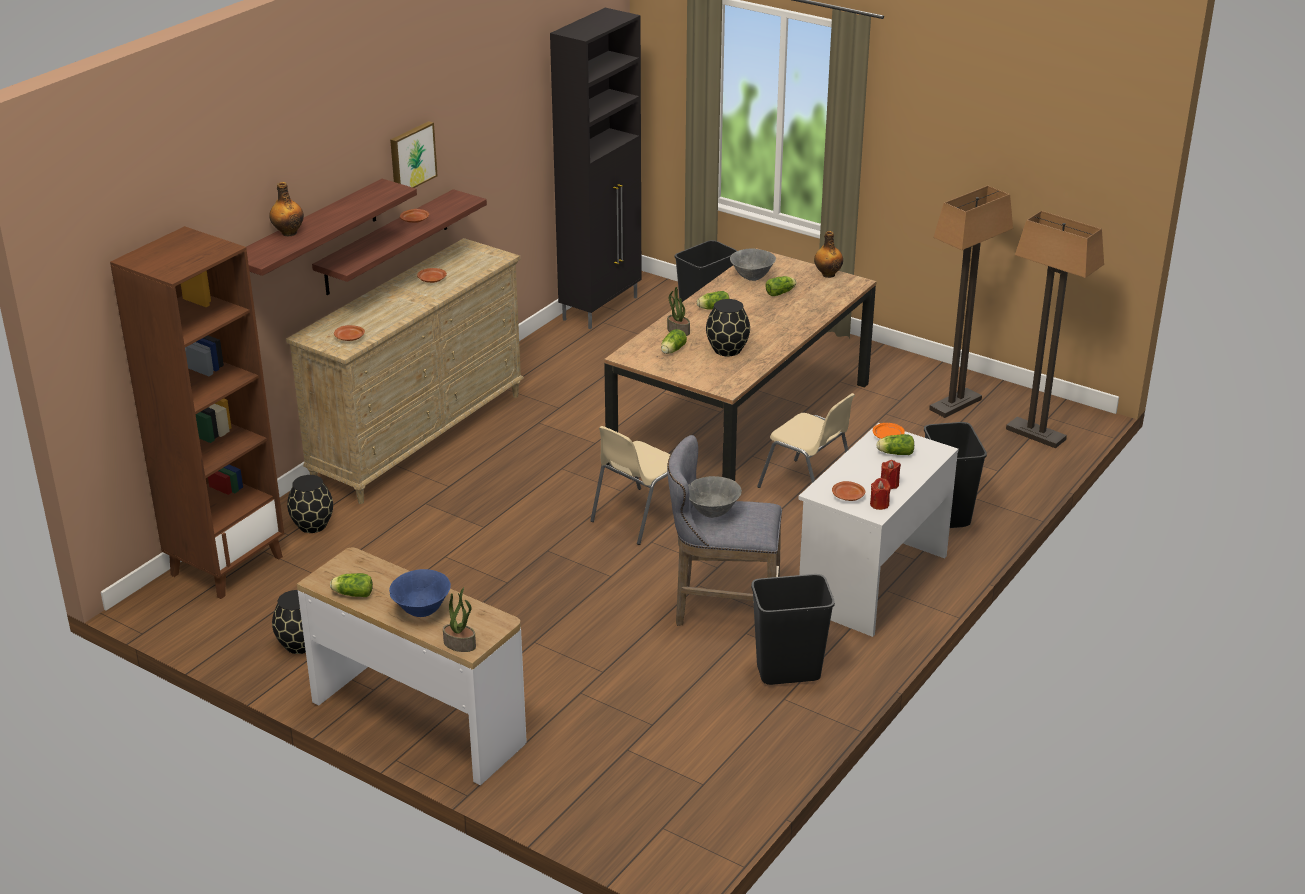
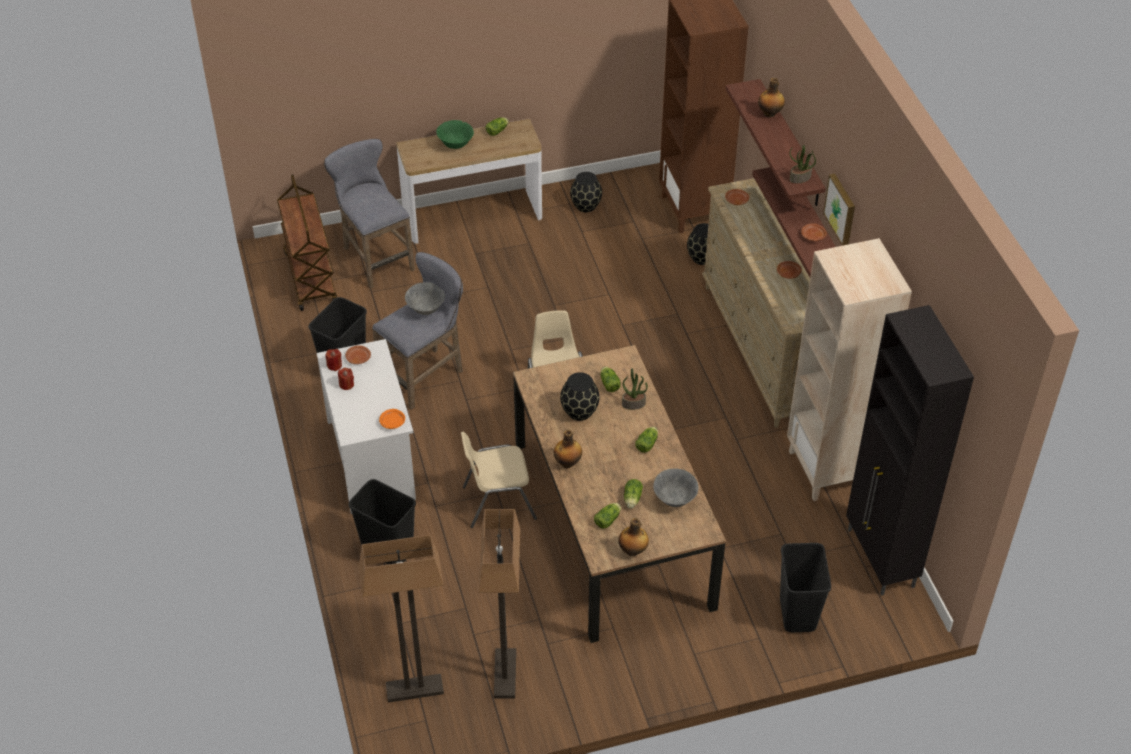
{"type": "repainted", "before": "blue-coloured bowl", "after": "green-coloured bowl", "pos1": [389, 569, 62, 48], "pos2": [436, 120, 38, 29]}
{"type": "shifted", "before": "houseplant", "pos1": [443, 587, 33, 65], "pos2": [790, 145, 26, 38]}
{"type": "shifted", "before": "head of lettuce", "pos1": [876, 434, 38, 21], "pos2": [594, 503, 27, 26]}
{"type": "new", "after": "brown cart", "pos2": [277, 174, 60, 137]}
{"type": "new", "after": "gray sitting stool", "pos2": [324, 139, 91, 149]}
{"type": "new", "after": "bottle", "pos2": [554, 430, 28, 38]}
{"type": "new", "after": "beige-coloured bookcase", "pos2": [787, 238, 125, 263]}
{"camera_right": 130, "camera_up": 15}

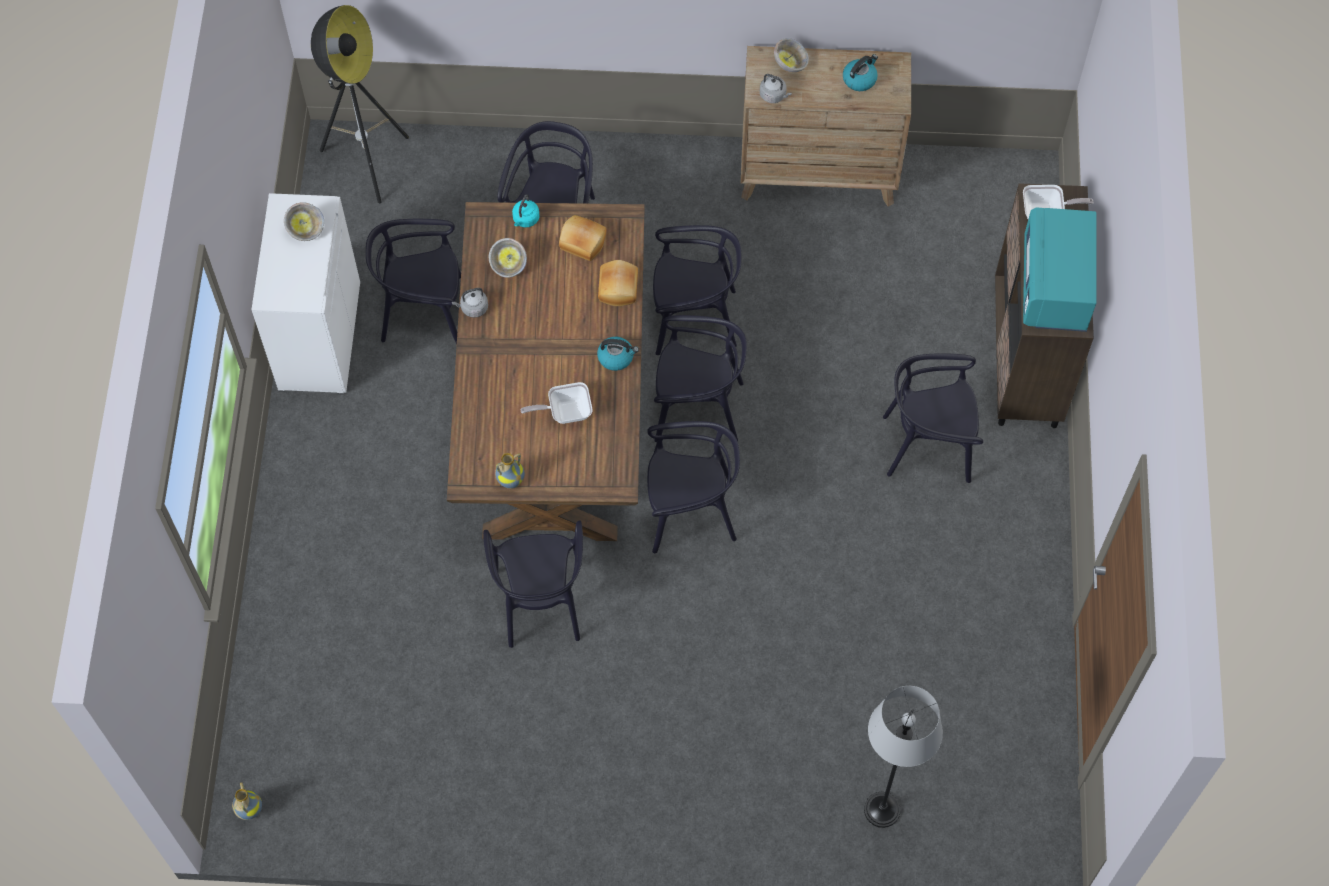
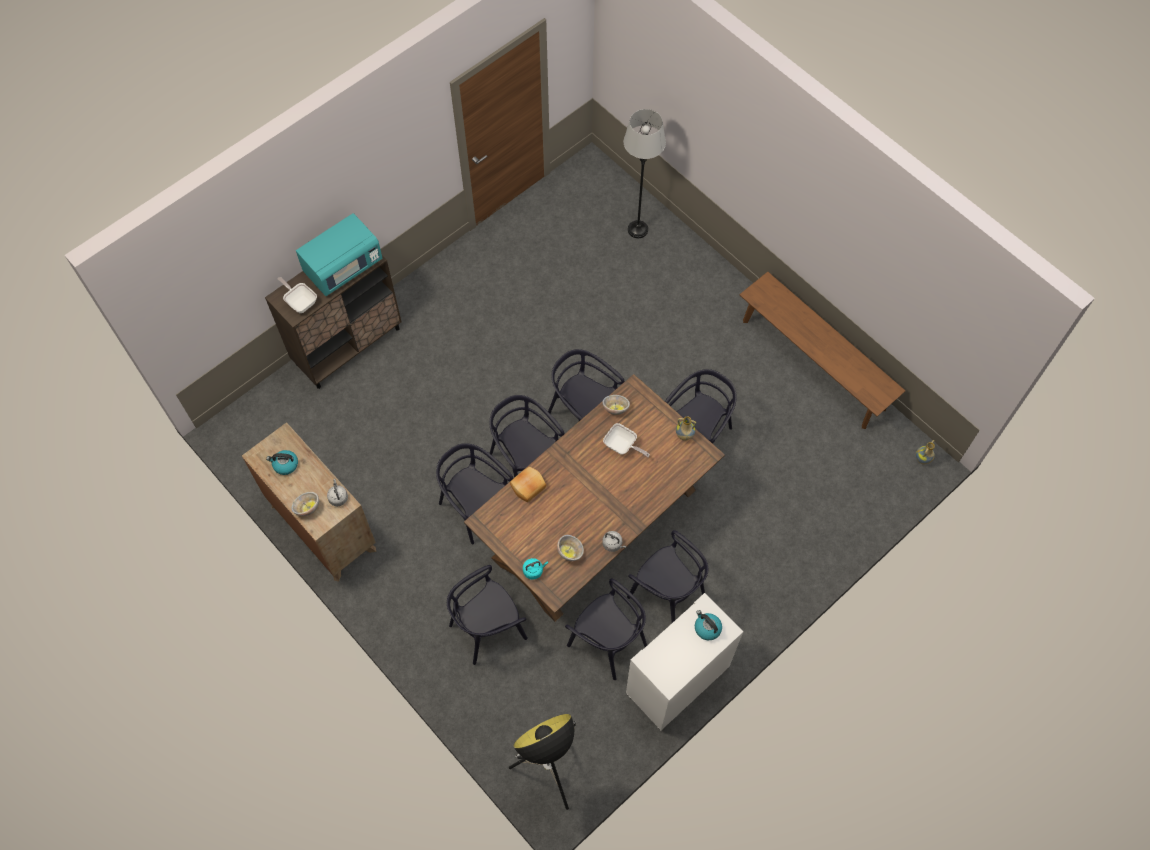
{"type": "shifted", "before": "bowl", "pos1": [284, 202, 40, 39], "pos2": [602, 395, 28, 20]}
{"type": "gone", "before": "baked bread", "pos1": [559, 215, 48, 46]}
{"type": "shifted", "before": "tea kettle", "pos1": [597, 337, 42, 34], "pos2": [695, 610, 27, 30]}
{"type": "shifted", "before": "black-coloured chair", "pos1": [883, 353, 100, 130], "pos2": [627, 530, 81, 93]}
{"type": "new", "after": "brown indoor bench", "pos2": [739, 272, 166, 157]}
{"camera_right": -135, "camera_up": 0}

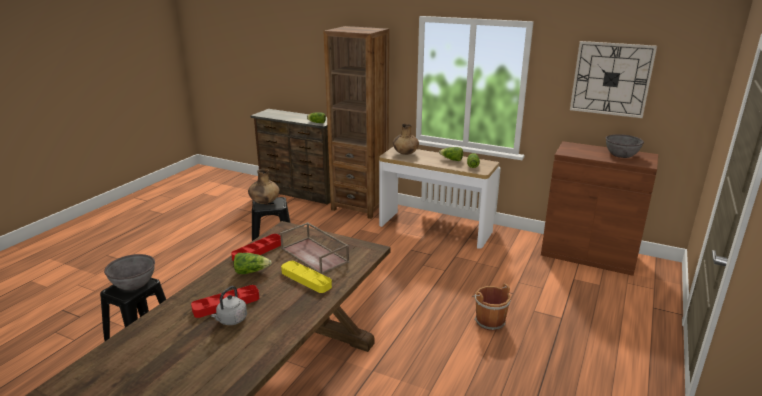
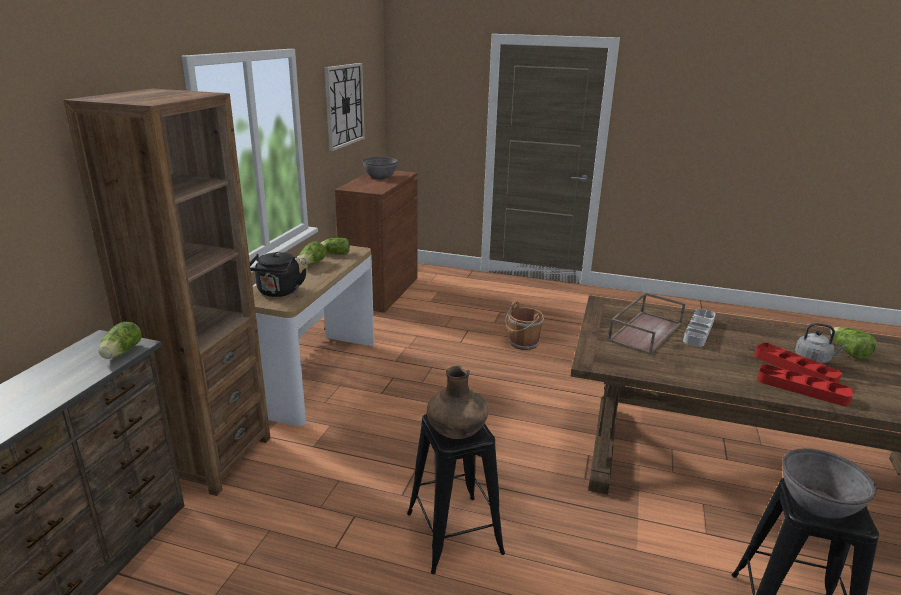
{"type": "shifted", "before": "red tray", "pos1": [231, 234, 50, 27], "pos2": [757, 364, 96, 42]}
{"type": "shifted", "before": "head of lettuce", "pos1": [234, 253, 38, 21], "pos2": [830, 327, 47, 32]}
{"type": "repainted", "before": "yellow-coloured tray", "after": "gray tray", "pos1": [281, 261, 51, 32], "pos2": [683, 309, 32, 38]}
{"type": "swapped", "before": "brown flower vase", "after": "black-coloured tea kettle", "pos1": [393, 124, 26, 31], "pos2": [250, 252, 57, 45]}
{"camera_right": -100, "camera_up": 0}

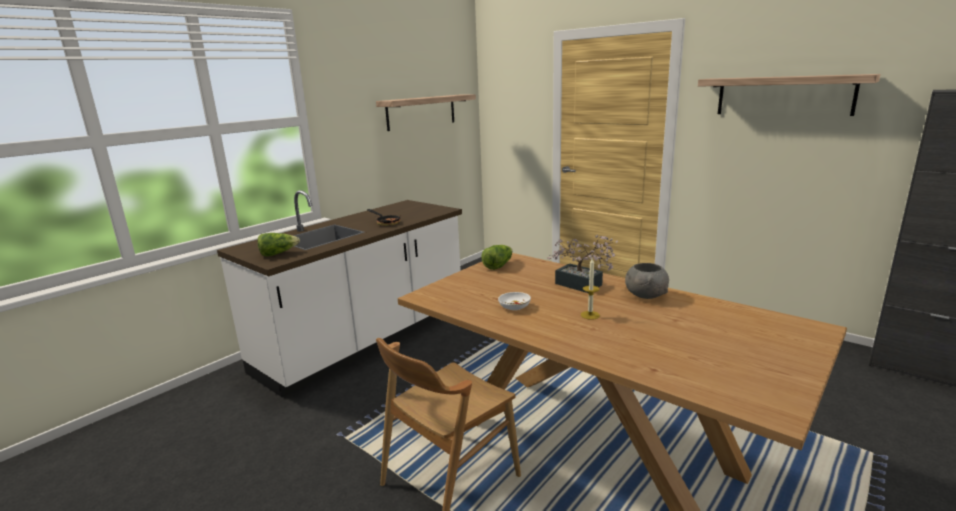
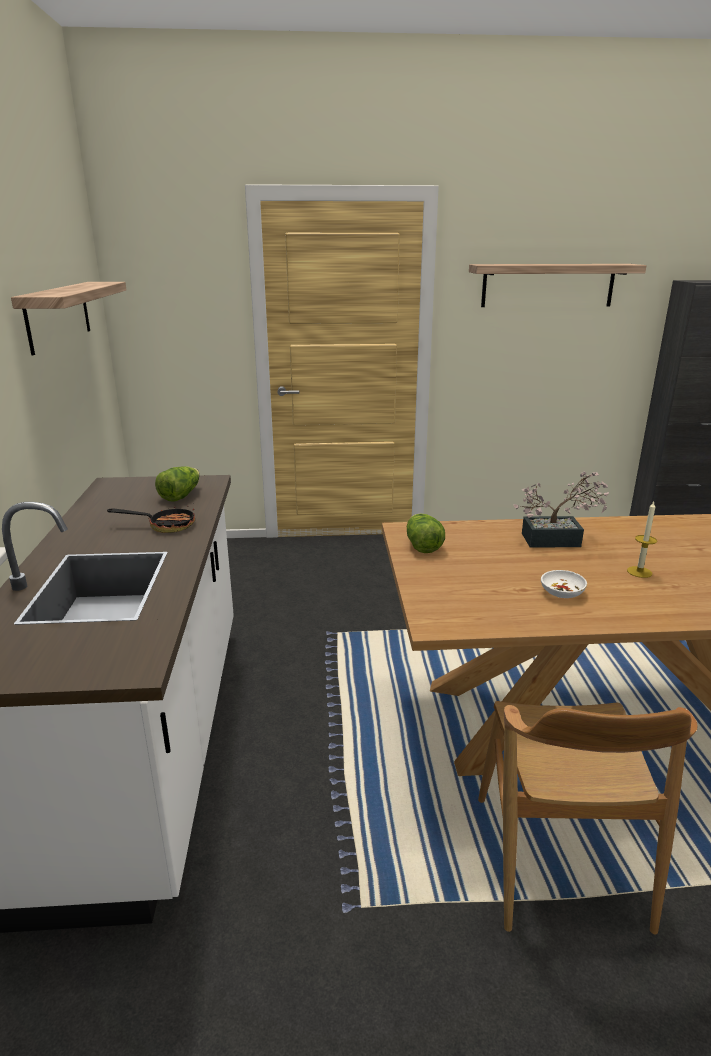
{"type": "shifted", "before": "head of lettuce", "pos1": [257, 233, 43, 24], "pos2": [155, 466, 45, 36]}
{"type": "gone", "before": "gray bowl", "pos1": [625, 263, 44, 36]}
{"camera_right": -45, "camera_up": 5}

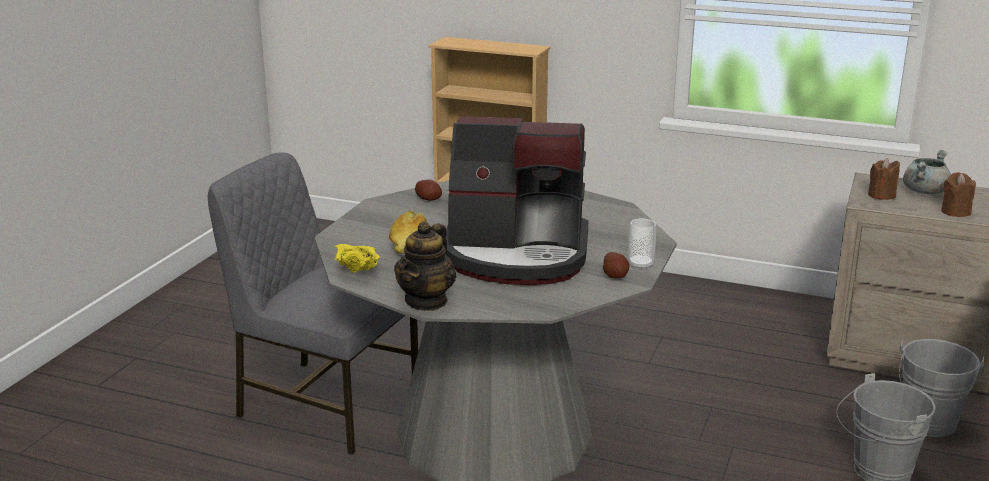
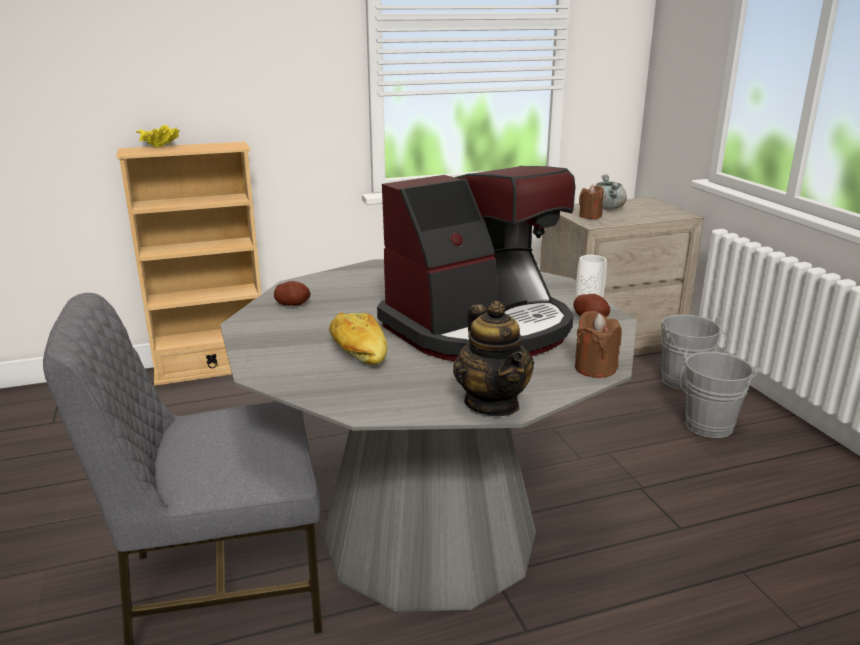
{"type": "shifted", "before": "yellow-coloured bowl", "pos1": [335, 244, 45, 29], "pos2": [136, 125, 44, 23]}
{"type": "shifted", "before": "brown wax candle", "pos1": [941, 172, 35, 45], "pos2": [575, 311, 47, 67]}
{"camera_right": -40, "camera_up": 0}

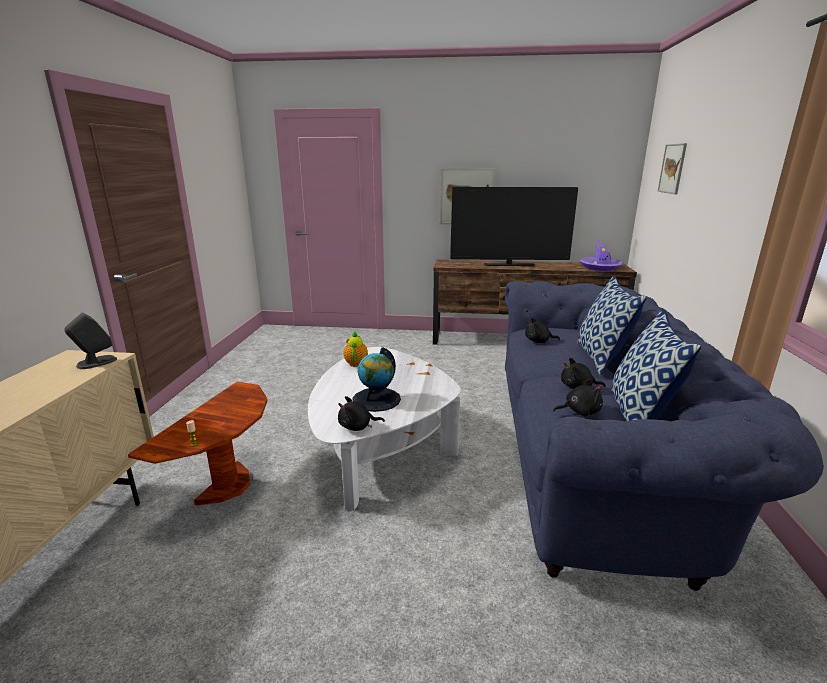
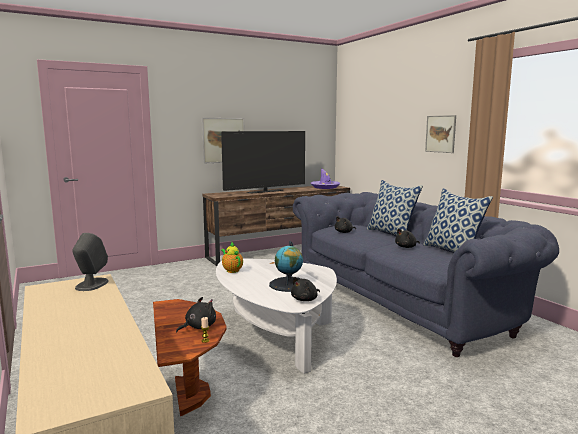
{"type": "shifted", "before": "black-coloured soft toy", "pos1": [553, 379, 50, 37], "pos2": [176, 297, 40, 36]}
{"type": "shifted", "before": "picture", "pos1": [658, 143, 29, 52], "pos2": [425, 115, 31, 38]}
{"camera_right": -35, "camera_up": -10}

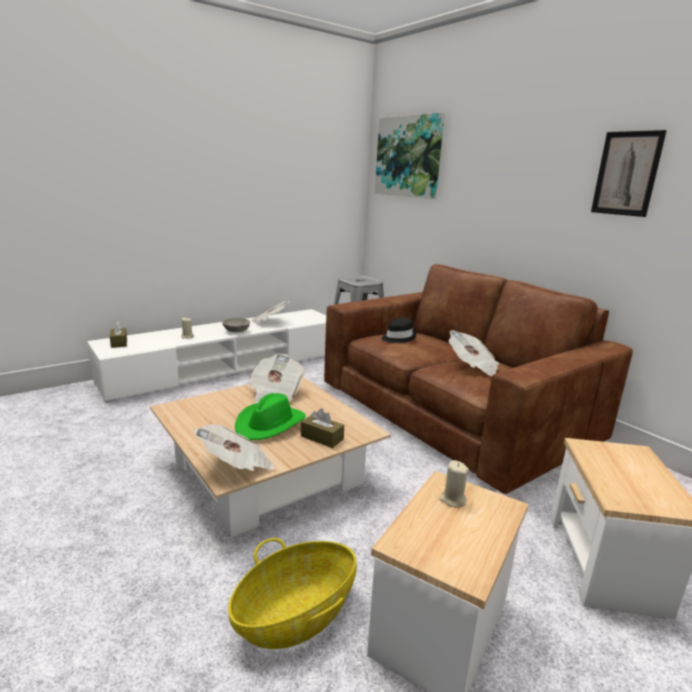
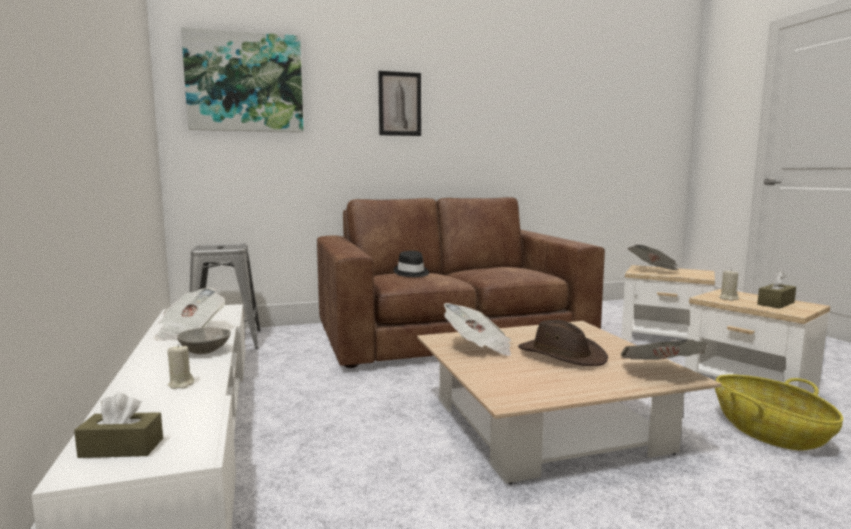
{"type": "repainted", "before": "green-coloured hat", "after": "brown hat", "pos1": [235, 393, 71, 47], "pos2": [518, 320, 90, 46]}
{"type": "shifted", "before": "brown tissue box", "pos1": [301, 409, 43, 39], "pos2": [757, 271, 39, 37]}
{"type": "shifted", "before": "daily paper", "pos1": [448, 330, 51, 46], "pos2": [628, 245, 50, 25]}
{"type": "shifted", "before": "picture", "pos1": [591, 130, 76, 87], "pos2": [378, 71, 43, 65]}
{"camera_right": -70, "camera_up": -10}

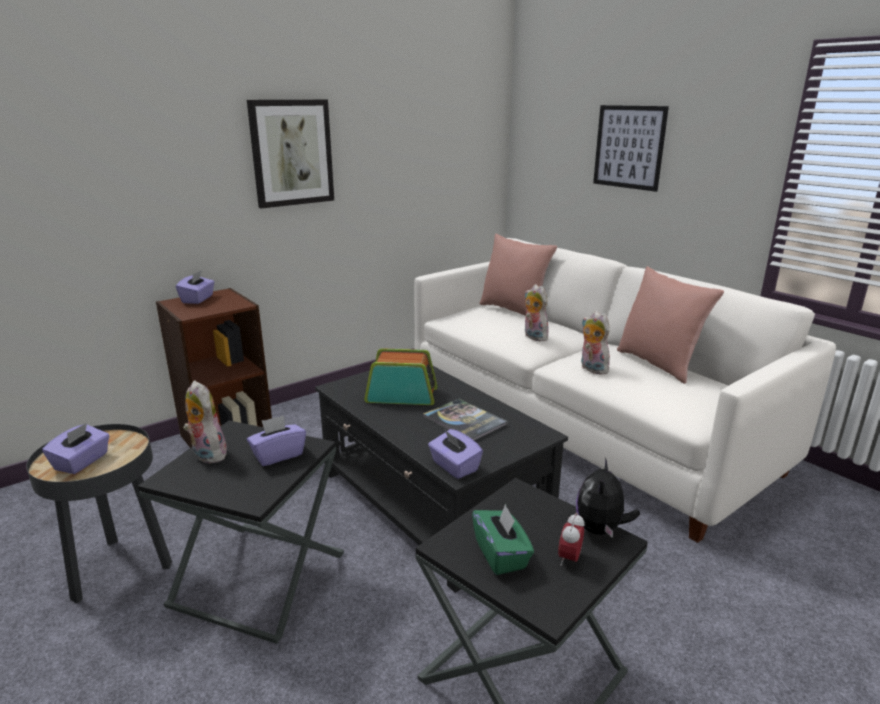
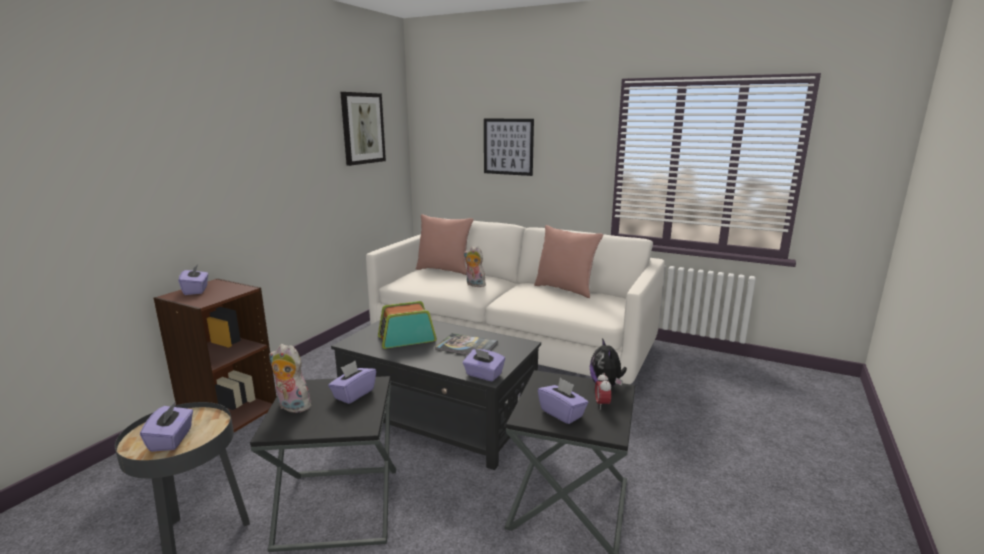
{"type": "shifted", "before": "picture", "pos1": [247, 100, 87, 108], "pos2": [340, 92, 46, 74]}
{"type": "repainted", "before": "green-coloured tissue box", "after": "purple-coloured tissue box", "pos1": [472, 503, 62, 72], "pos2": [538, 378, 51, 46]}
{"type": "gone", "before": "soft toy", "pos1": [581, 311, 29, 64]}
{"camera_right": -25, "camera_up": -5}

